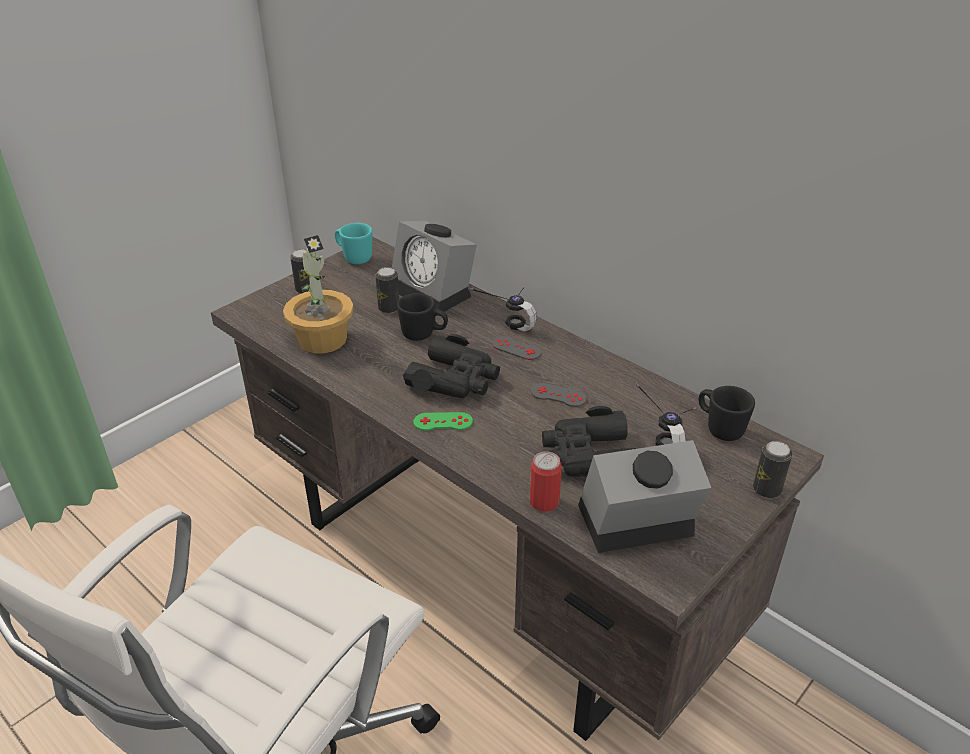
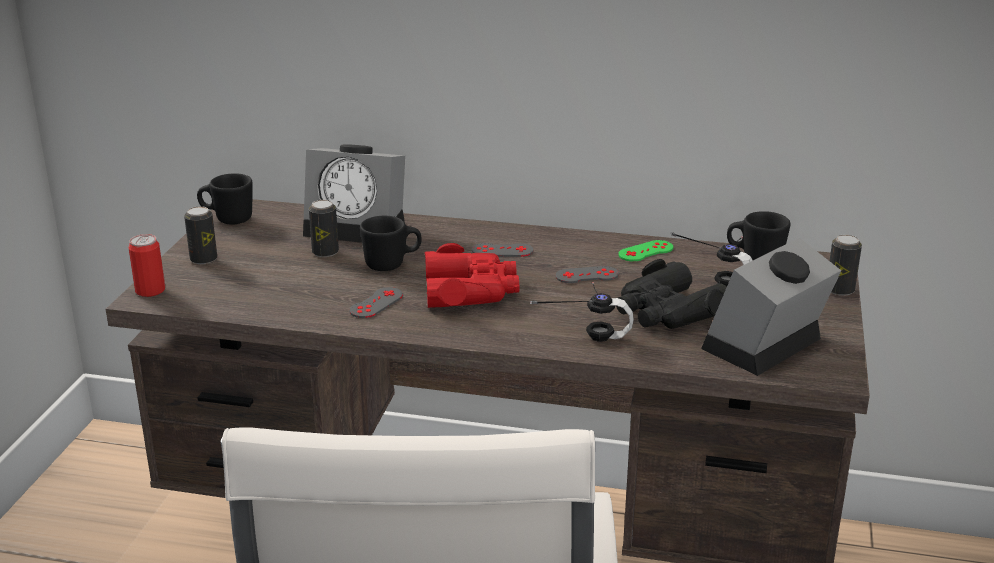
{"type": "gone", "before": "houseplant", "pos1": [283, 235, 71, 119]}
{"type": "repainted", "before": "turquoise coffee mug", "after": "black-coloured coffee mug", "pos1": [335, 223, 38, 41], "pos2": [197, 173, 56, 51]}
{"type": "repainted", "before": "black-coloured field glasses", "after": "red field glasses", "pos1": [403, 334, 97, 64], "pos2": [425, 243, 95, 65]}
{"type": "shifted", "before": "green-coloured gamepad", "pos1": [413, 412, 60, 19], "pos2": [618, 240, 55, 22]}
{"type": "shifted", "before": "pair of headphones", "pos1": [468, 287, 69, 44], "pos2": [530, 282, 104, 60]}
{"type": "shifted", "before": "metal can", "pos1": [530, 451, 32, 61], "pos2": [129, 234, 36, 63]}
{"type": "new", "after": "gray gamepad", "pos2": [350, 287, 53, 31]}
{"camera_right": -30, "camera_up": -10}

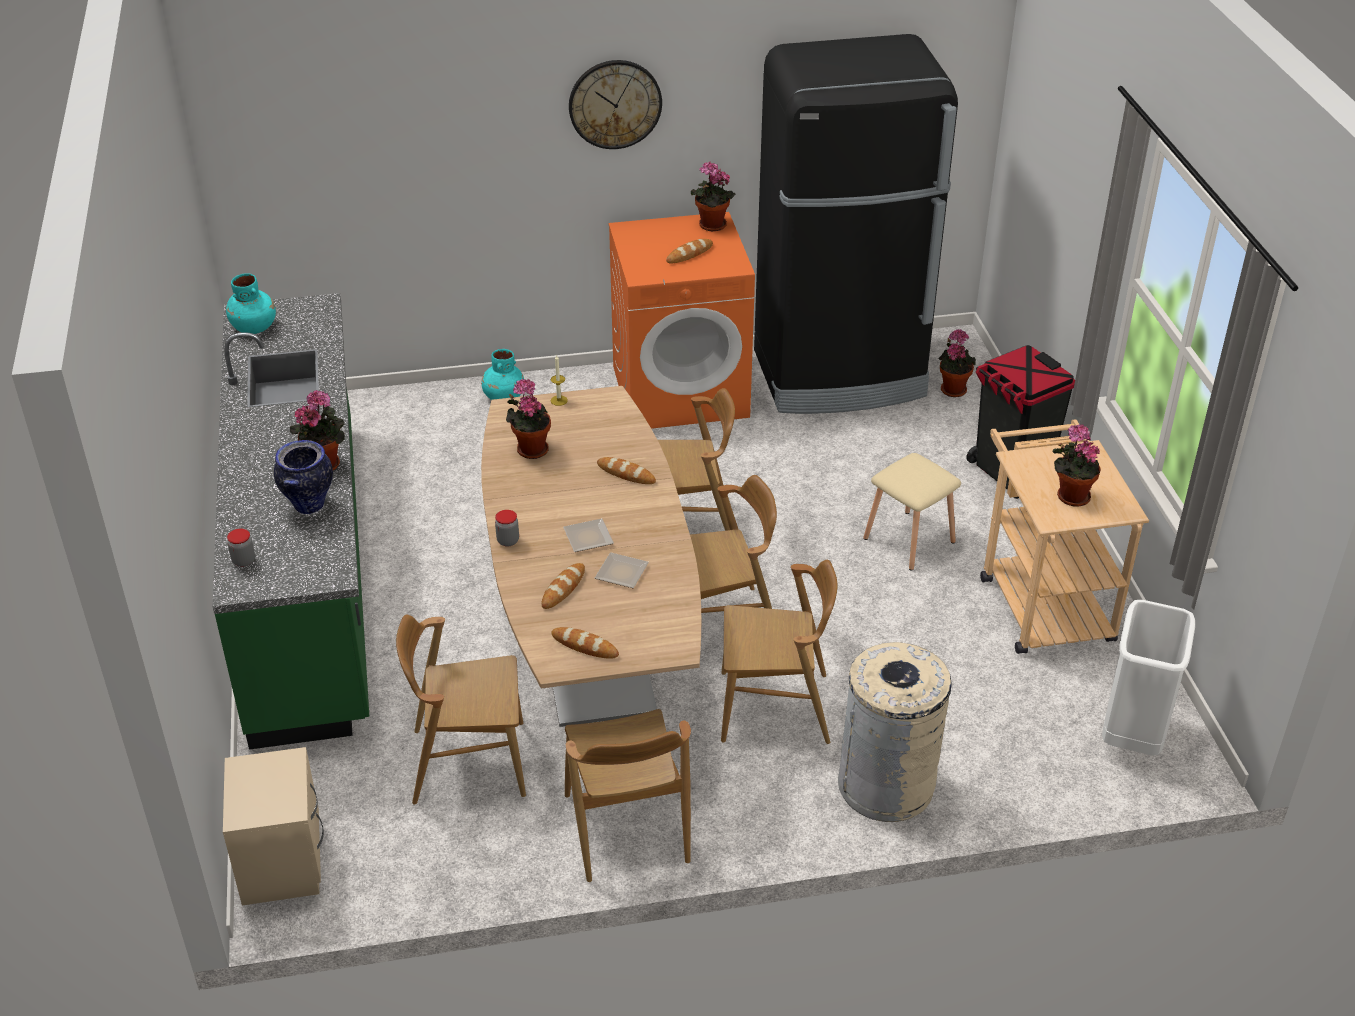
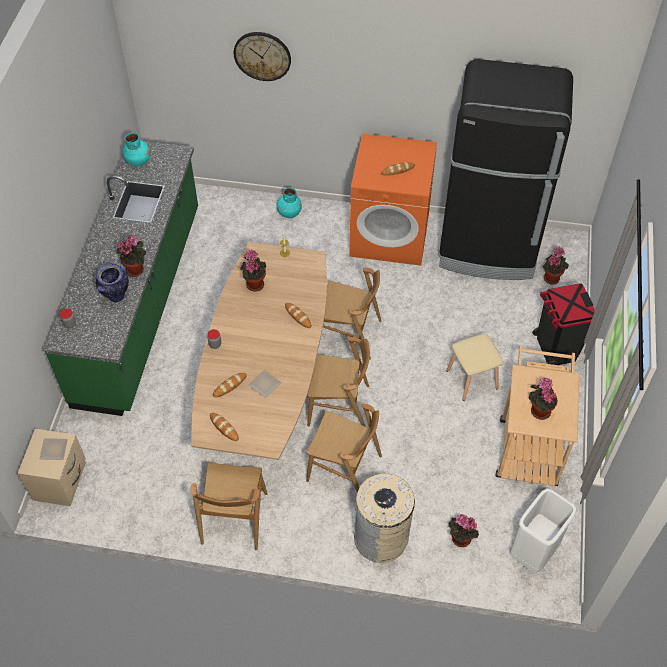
{"type": "gone", "before": "brown chair", "pos1": [396, 615, 130, 190]}
{"type": "shifted", "before": "plate", "pos1": [563, 518, 51, 34], "pos2": [40, 438, 28, 22]}
{"type": "shifted", "before": "hanging clock", "pos1": [569, 60, 93, 89], "pos2": [233, 32, 58, 49]}
{"type": "shifted", "before": "houseplant", "pos1": [691, 162, 45, 69], "pos2": [448, 514, 31, 33]}
{"camera_right": 20, "camera_up": 15}

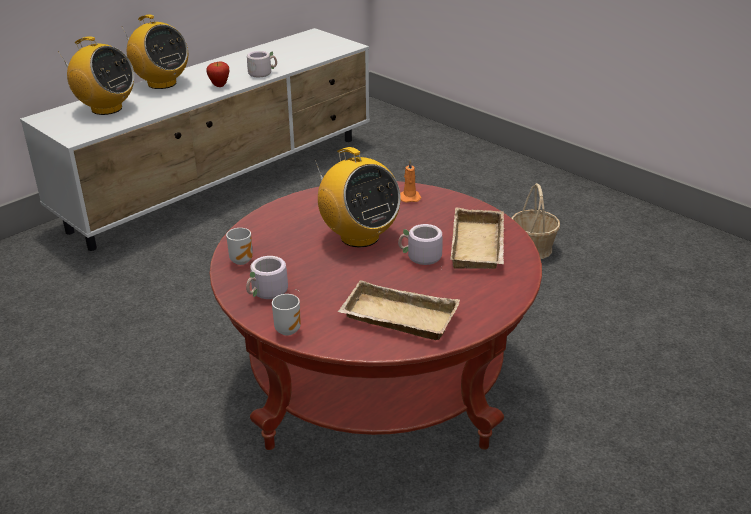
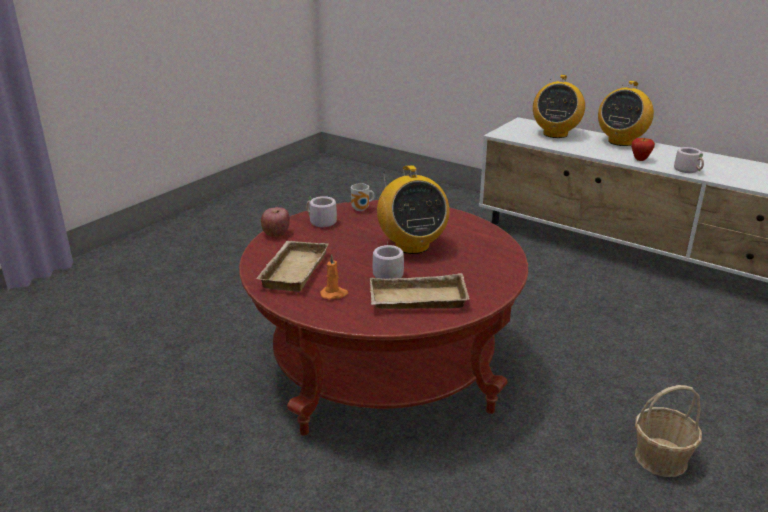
{"type": "swapped", "before": "coffee mug", "after": "whole apple", "pos1": [272, 294, 29, 42], "pos2": [261, 207, 29, 30]}
{"type": "rotated", "before": "radio set", "pos1": [314, 147, 87, 100], "pos2": [377, 165, 72, 89], "turn": -60}
{"type": "shifted", "before": "orange-coloured wax candle", "pos1": [400, 159, 21, 44], "pos2": [320, 254, 28, 45]}
{"camera_right": 80, "camera_up": -5}

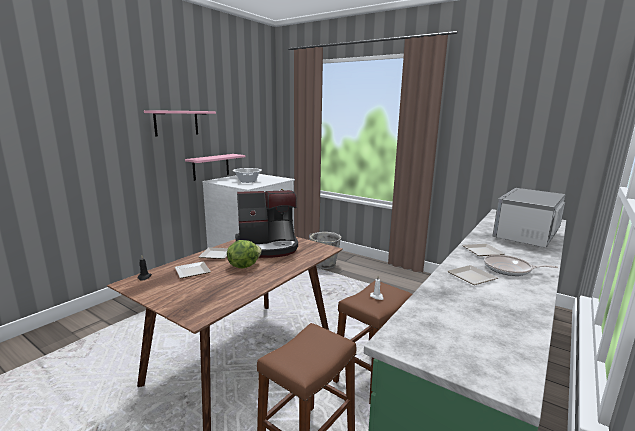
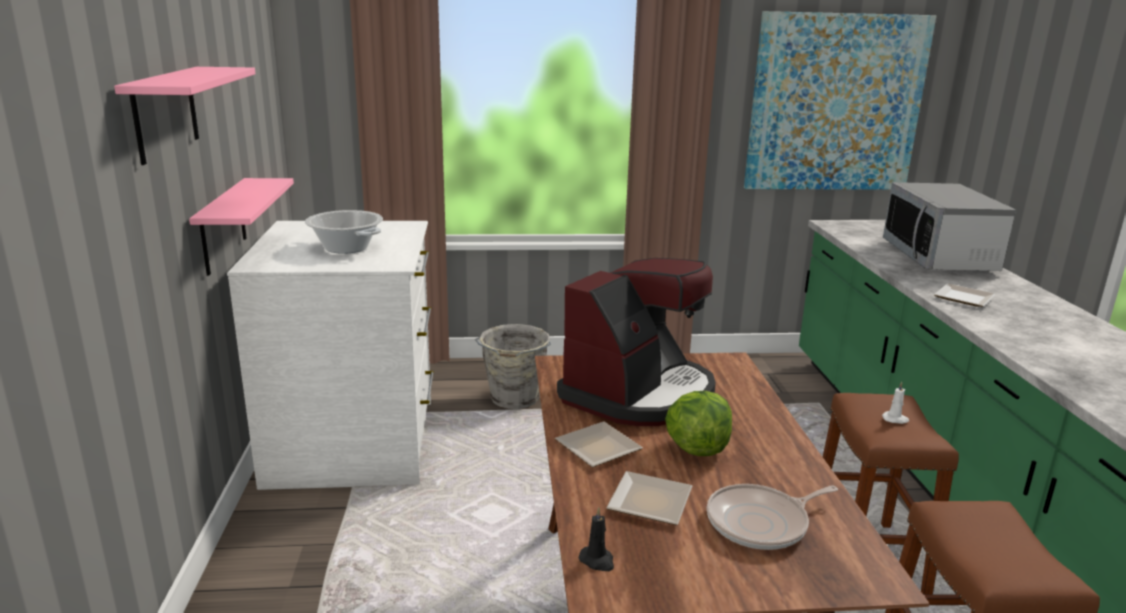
{"type": "gone", "before": "plate", "pos1": [447, 265, 51, 20]}
{"type": "shifted", "before": "skillet", "pos1": [484, 255, 74, 21], "pos2": [707, 484, 131, 66]}
{"type": "new", "after": "picture", "pos2": [744, 11, 192, 179]}
{"camera_right": -40, "camera_up": 5}

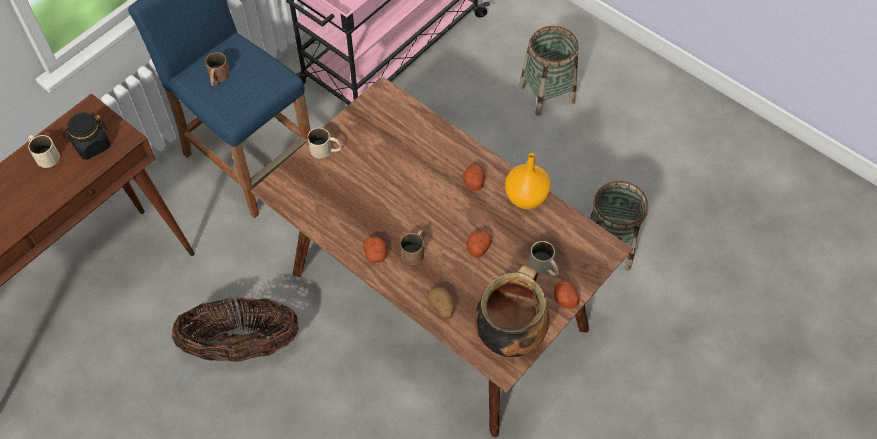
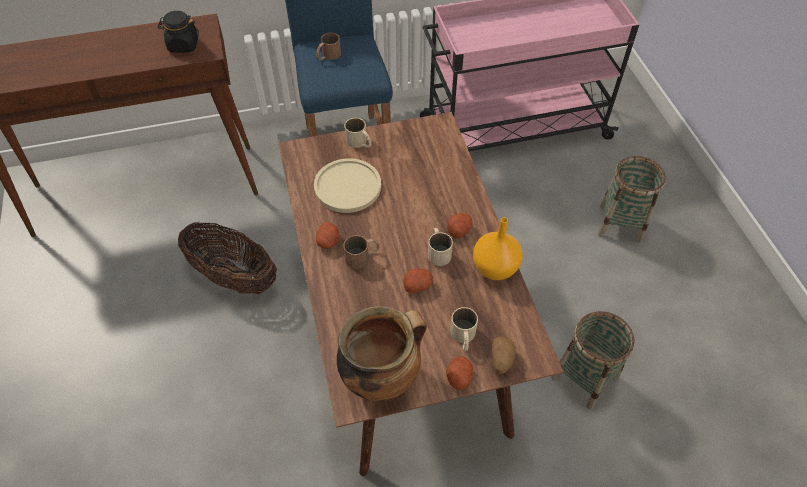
{"type": "shifted", "before": "beige-coloured coffee mug", "pos1": [28, 135, 32, 33], "pos2": [428, 228, 25, 38]}
{"type": "shifted", "before": "whole potato", "pos1": [427, 287, 27, 32], "pos2": [491, 337, 25, 37]}
{"type": "new", "after": "beige-coloured plate", "pos2": [314, 158, 67, 55]}
{"camera_right": 35, "camera_up": -5}

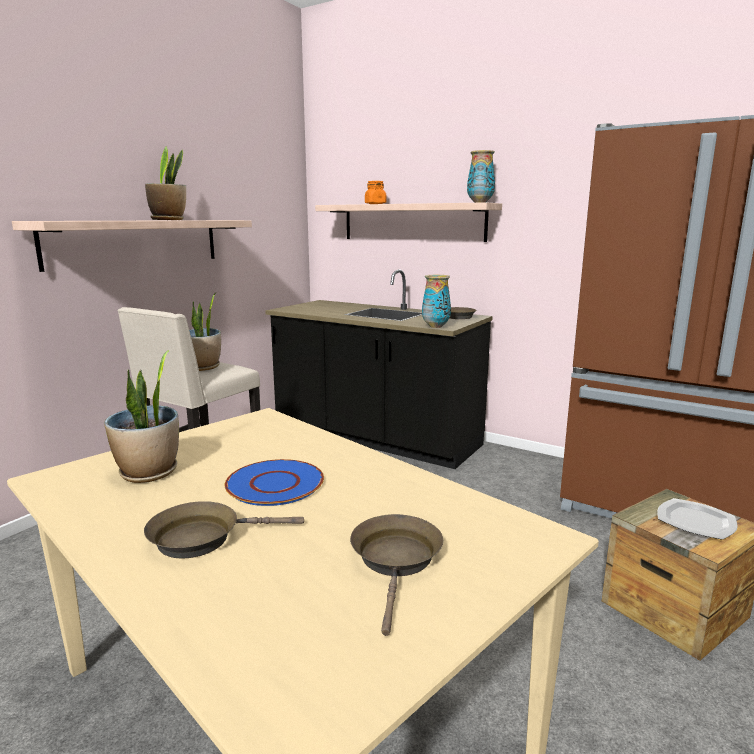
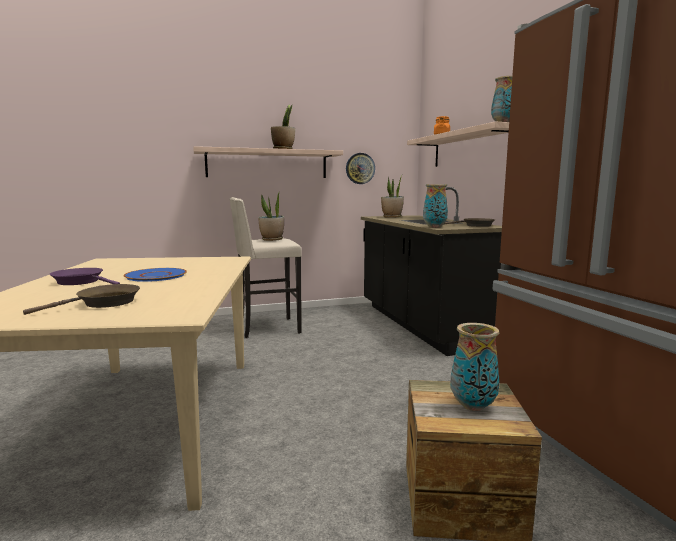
{"type": "shifted", "before": "houseplant", "pos1": [104, 350, 75, 133], "pos2": [381, 174, 23, 44]}
{"type": "repainted", "before": "brown skillet", "after": "purple-coloured skillet", "pos1": [144, 501, 160, 57], "pos2": [49, 268, 71, 17]}
{"type": "swapped", "before": "plate", "after": "flower vase", "pos1": [657, 498, 81, 42], "pos2": [450, 323, 50, 88]}
{"type": "new", "after": "hanging clock", "pos2": [346, 153, 29, 31]}
{"camera_right": 40, "camera_up": -5}

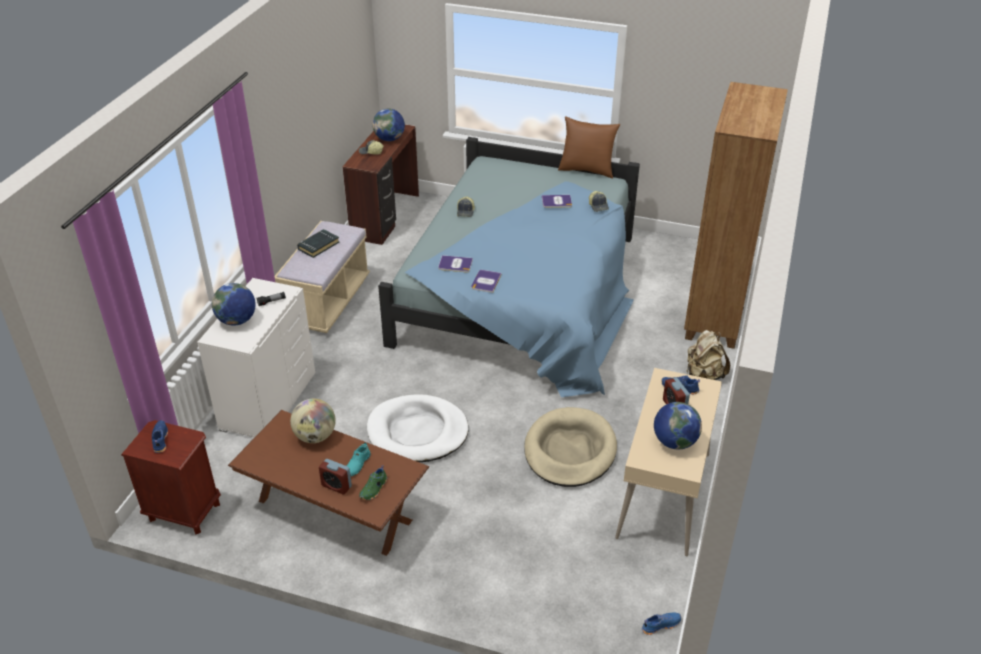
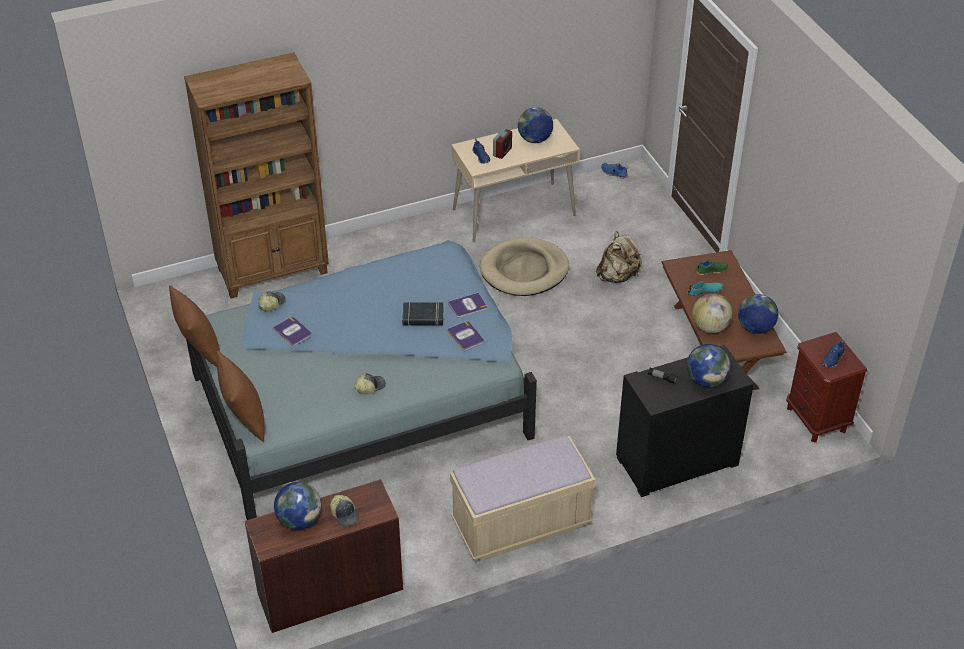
{"type": "repainted", "before": "white-coloured dresser", "after": "black-coloured dresser", "pos1": [197, 278, 118, 160], "pos2": [616, 345, 138, 152]}
{"type": "shifted", "before": "black-coloured book", "pos1": [297, 229, 42, 29], "pos2": [402, 302, 41, 24]}
{"type": "gone", "before": "alarm clock", "pos1": [319, 459, 33, 35]}
{"type": "gone", "before": "white-coloured dog cushion", "pos1": [367, 395, 102, 67]}
{"type": "shifted", "before": "beige-coloured knapsack", "pos1": [687, 330, 43, 50], "pos2": [596, 231, 46, 52]}
{"type": "new", "after": "brown cushion", "pos2": [217, 351, 48, 91]}
{"type": "new", "after": "globe", "pos2": [738, 294, 40, 40]}
{"camera_right": -130, "camera_up": 5}

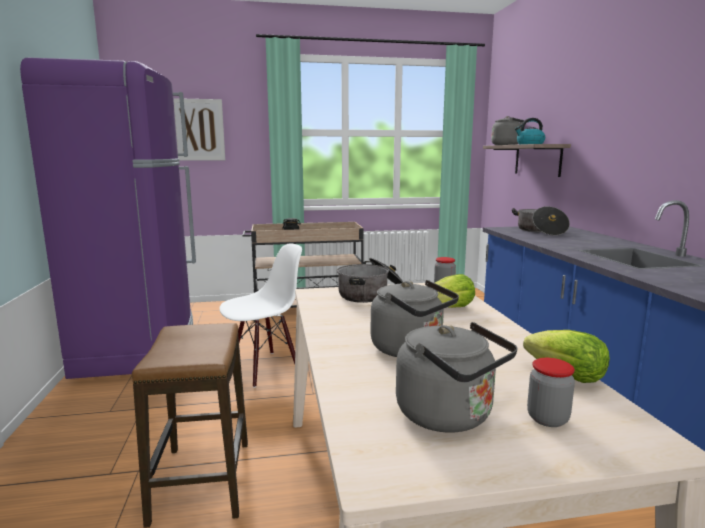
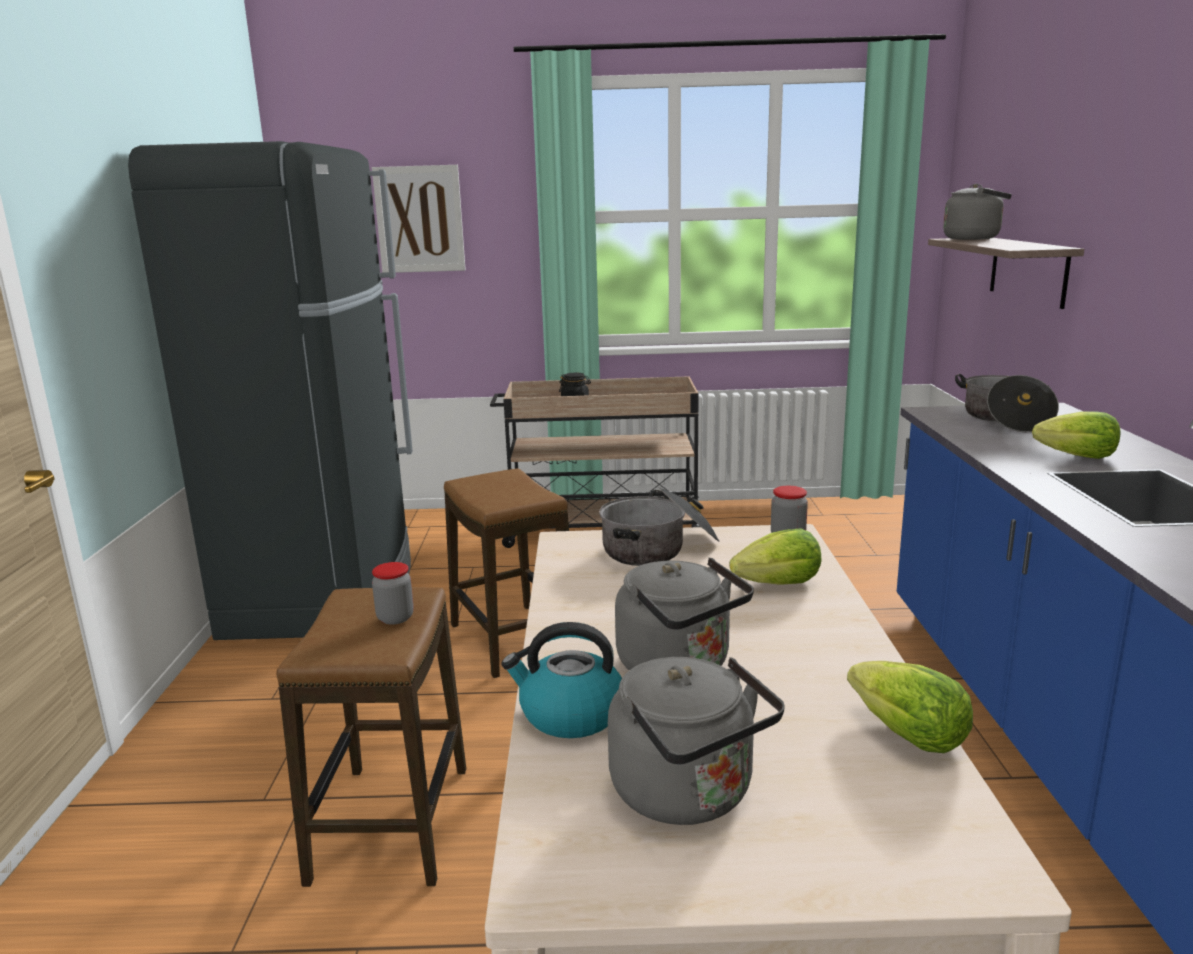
{"type": "repainted", "before": "purple-coloured refrigerator", "after": "black-coloured refrigerator", "pos1": [20, 58, 176, 321], "pos2": [128, 141, 285, 499]}
{"type": "swapped", "before": "white-coloured chair", "after": "sitting stool", "pos1": [219, 243, 83, 145], "pos2": [444, 468, 125, 210]}
{"type": "shifted", "before": "tea kettle", "pos1": [515, 118, 30, 26], "pos2": [502, 622, 120, 116]}
{"type": "shifted", "before": "preserve jar", "pos1": [527, 358, 48, 69], "pos2": [372, 562, 42, 63]}
{"type": "new", "after": "head of lettuce", "pos2": [1032, 412, 88, 47]}
{"camera_right": 10, "camera_up": 5}

